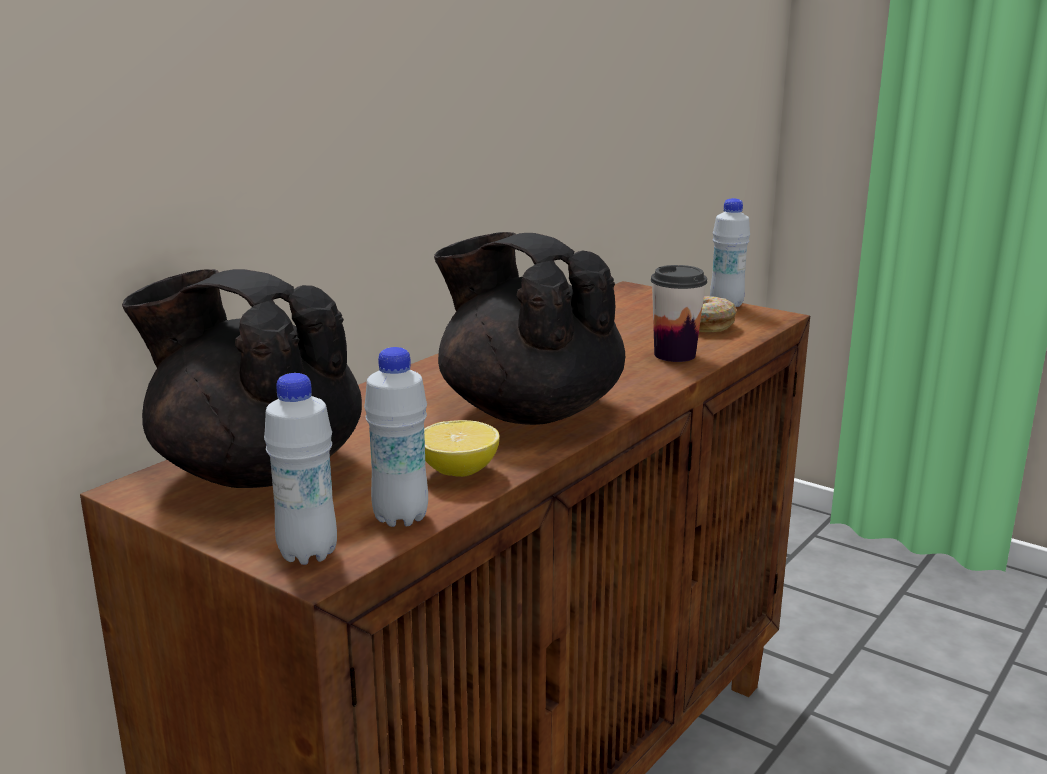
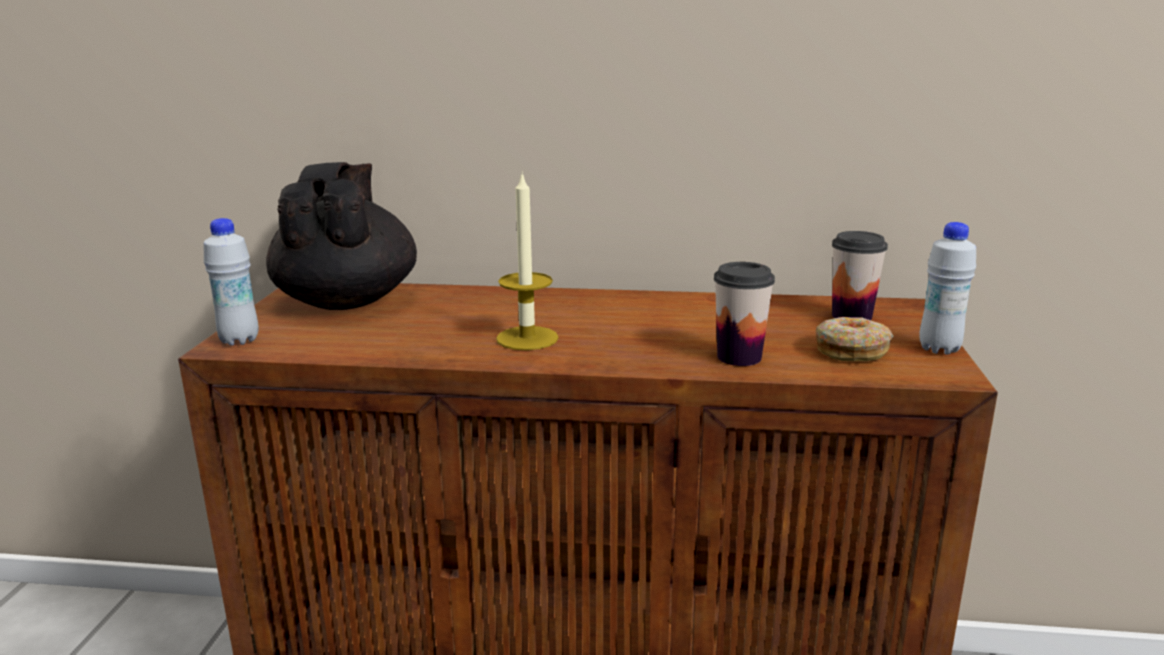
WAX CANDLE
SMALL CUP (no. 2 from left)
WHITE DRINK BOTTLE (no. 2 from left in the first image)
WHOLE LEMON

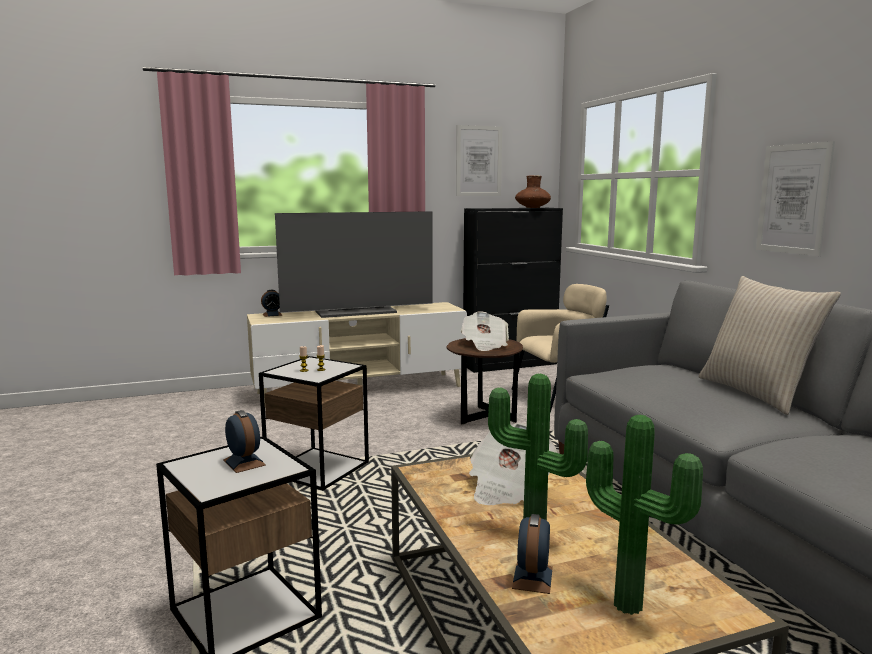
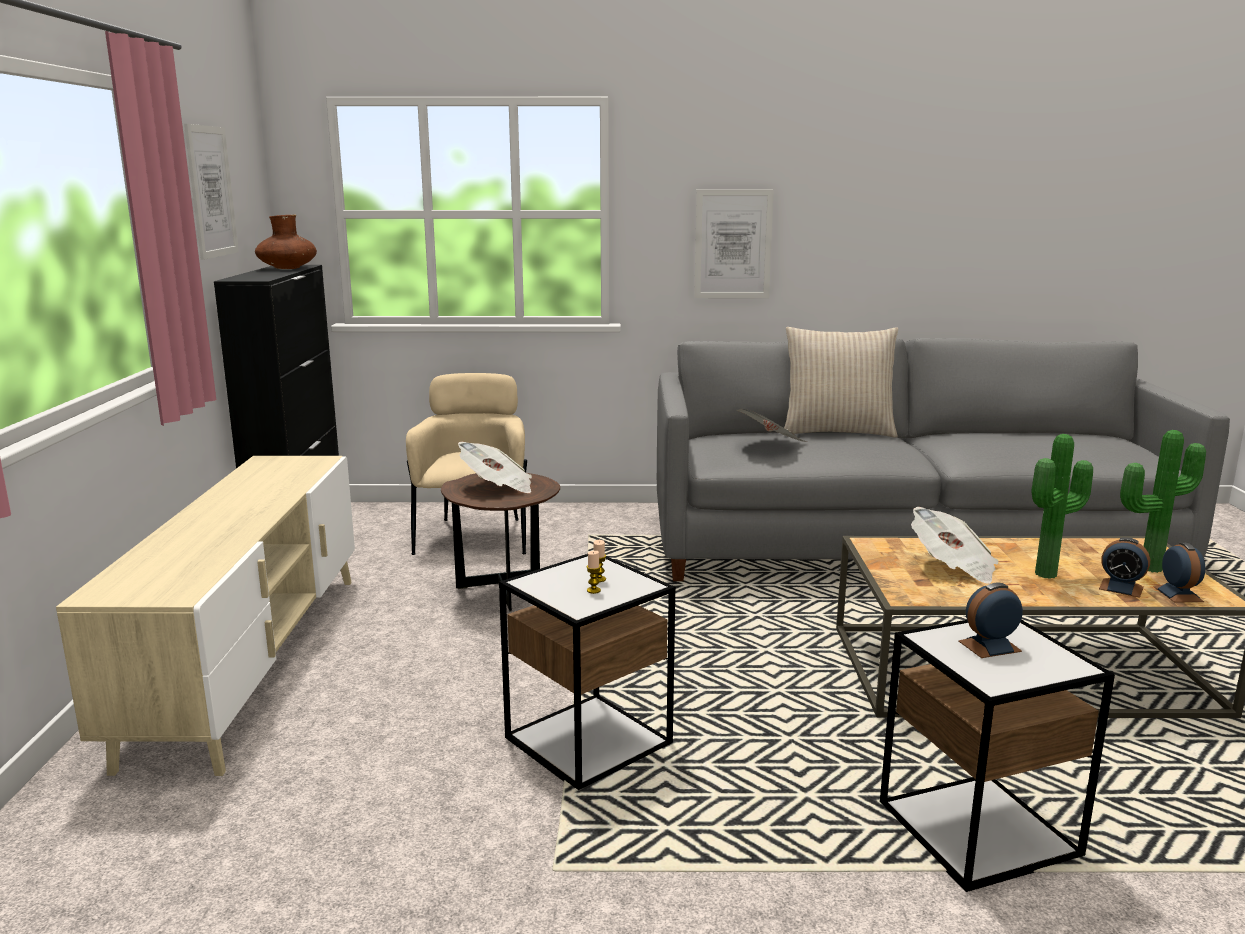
NEWSPAPER (no. 2 from left)
TABLE CLOCK (no. 3 from left)
TV SET

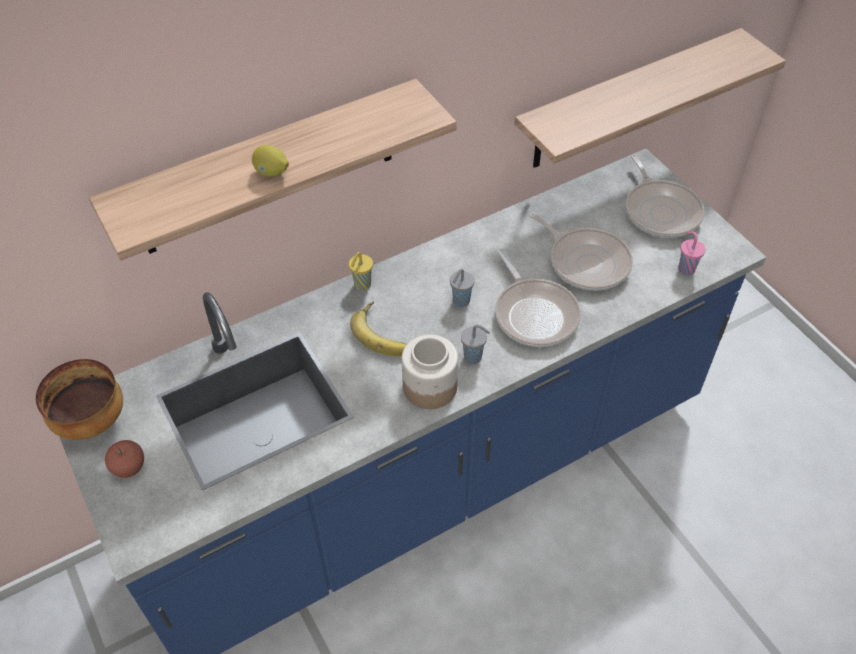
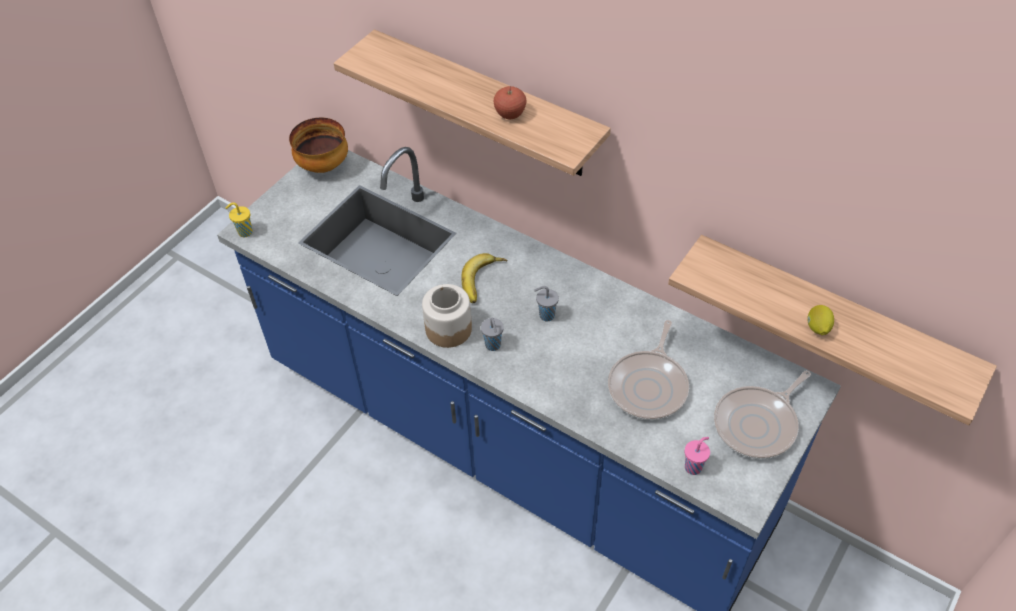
YELLOWISH SMALL CUP
WHOLE APPLE
WHOLE LEMON
PAN (no. 1 from left in the first image)

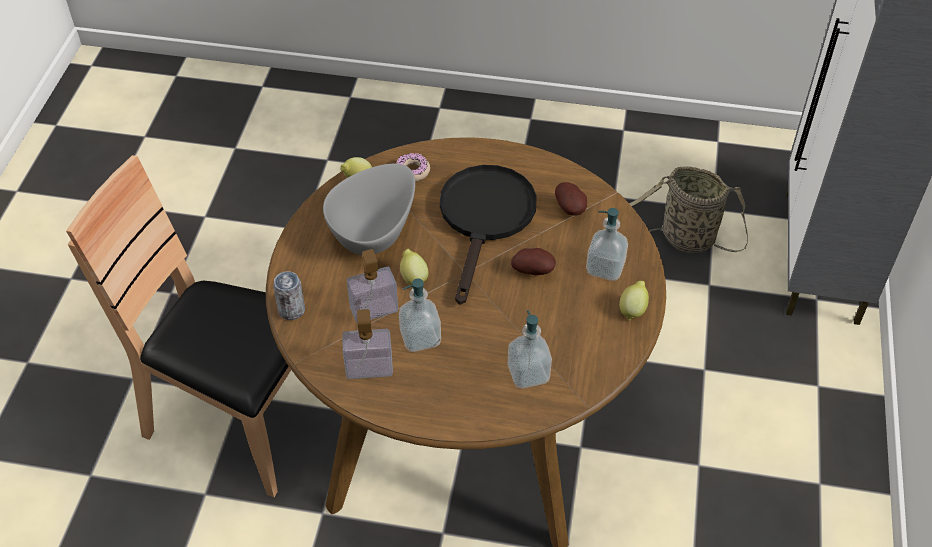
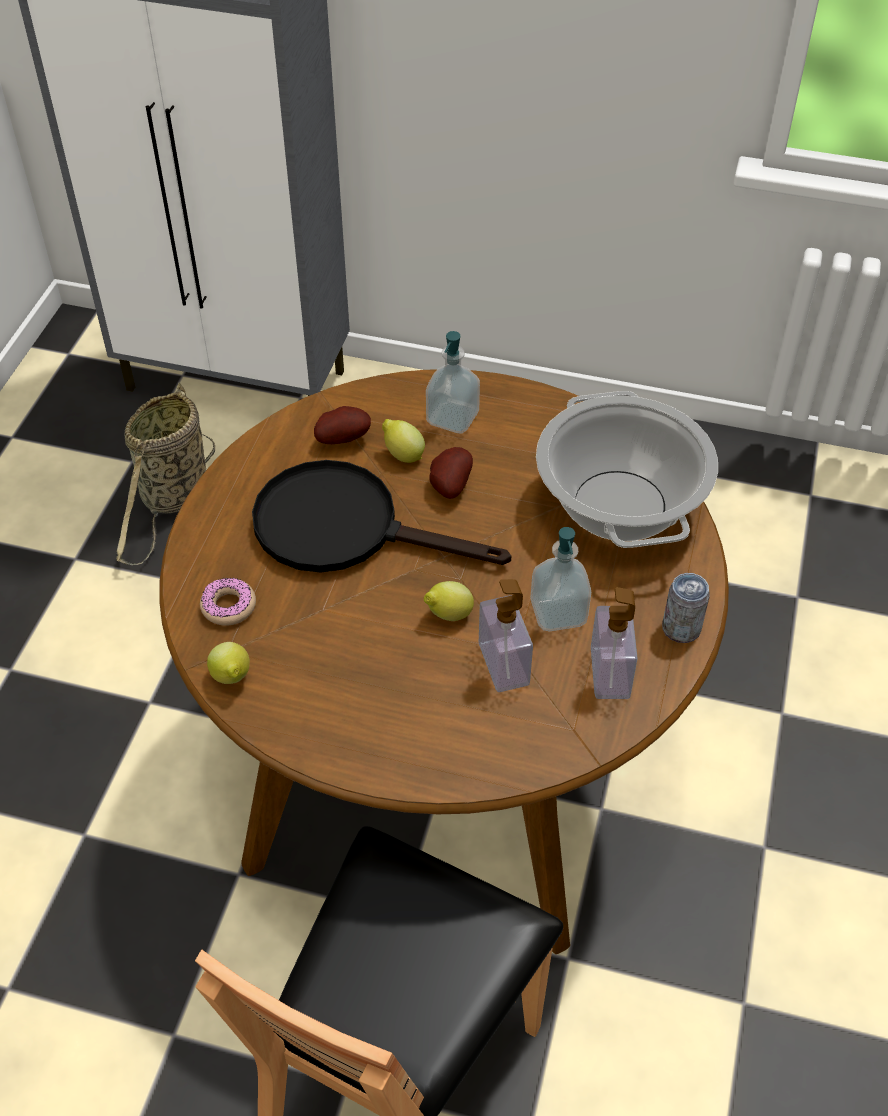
WHOLE LEMON (no. 2 from left)
COOKING POT
METAL CAN
GRAY DEEP DISH

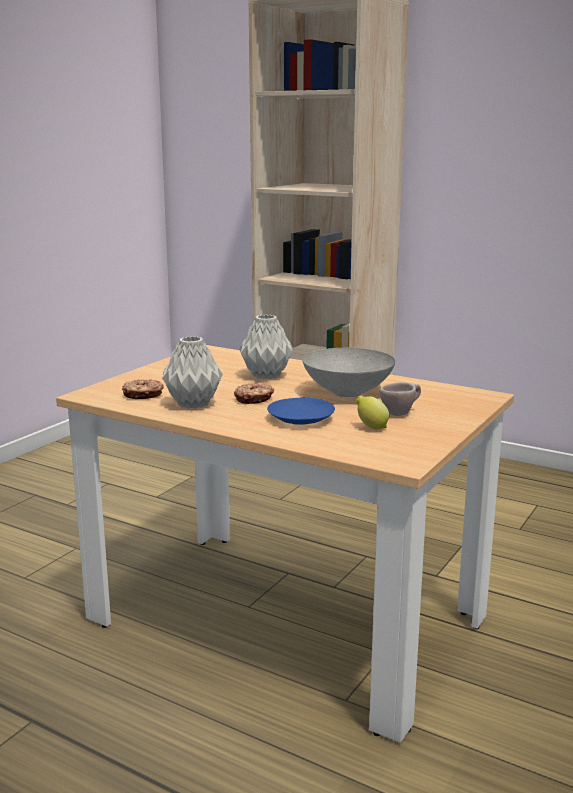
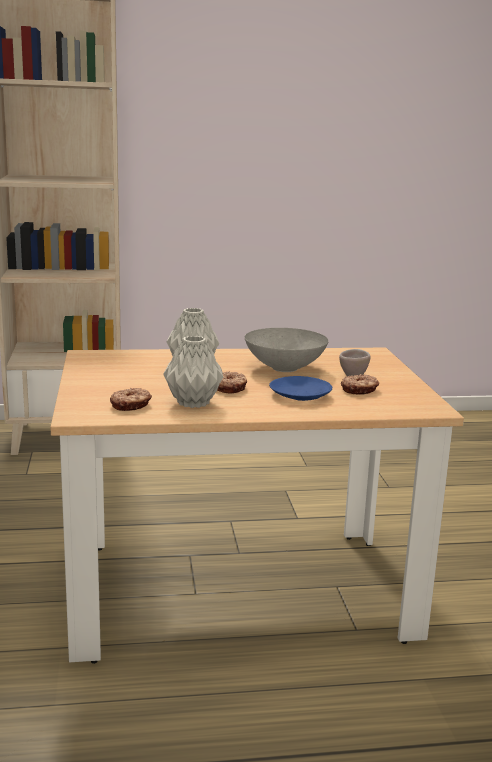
RING DOUGHNUT (no. 3 from left)

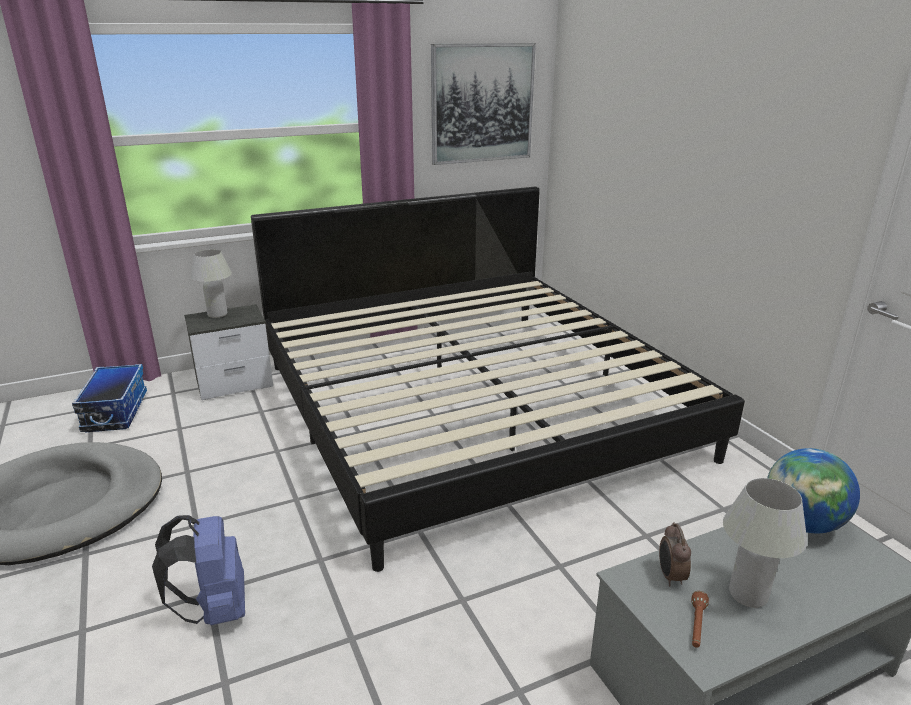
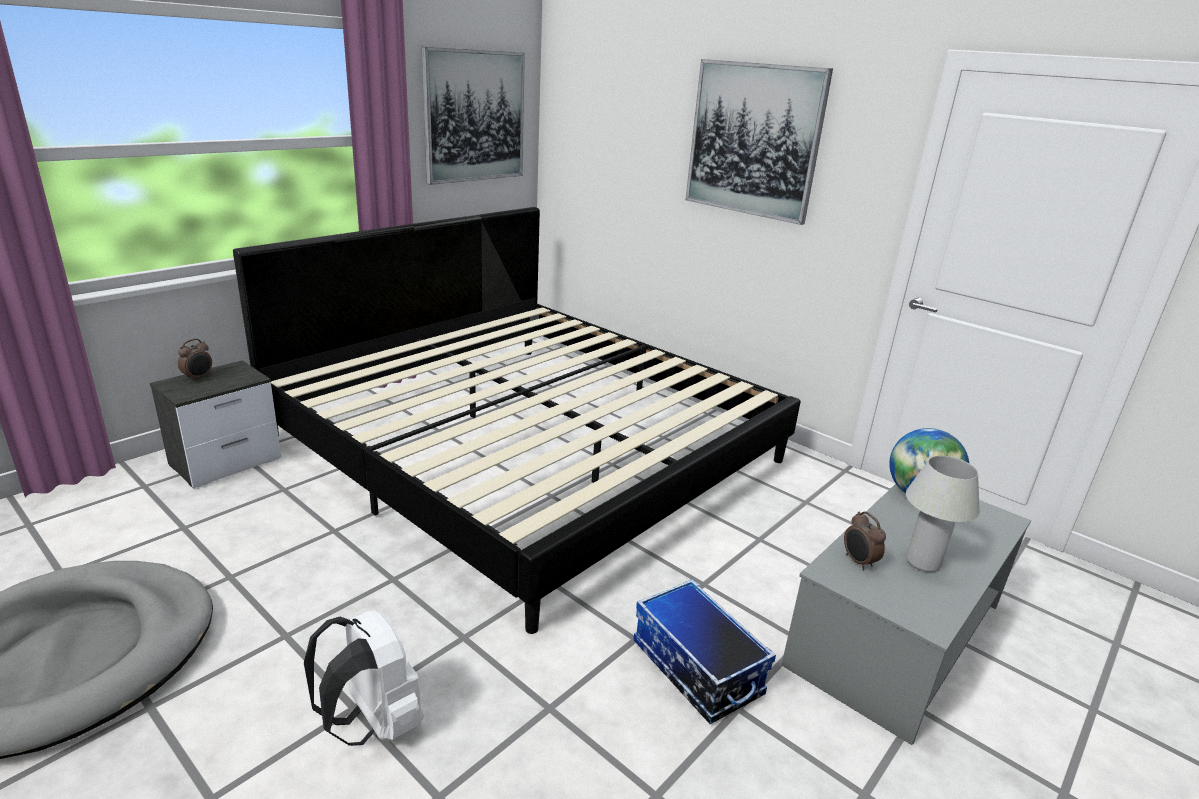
TABLE CLOCK (no. 1 from left)
WHITE BACKPACK
STORAGE CONTAINER
WALL PICTURE (no. 2 from left)
BROWNISH HAND TORCH

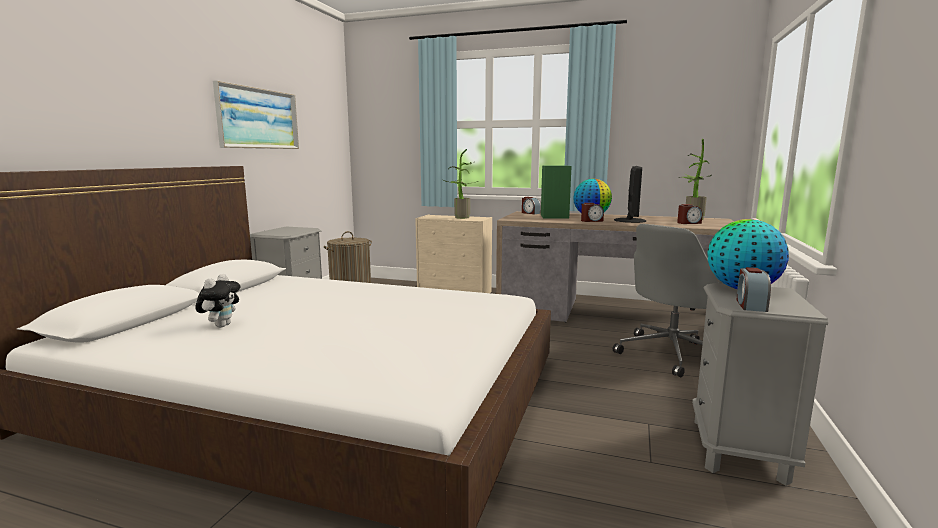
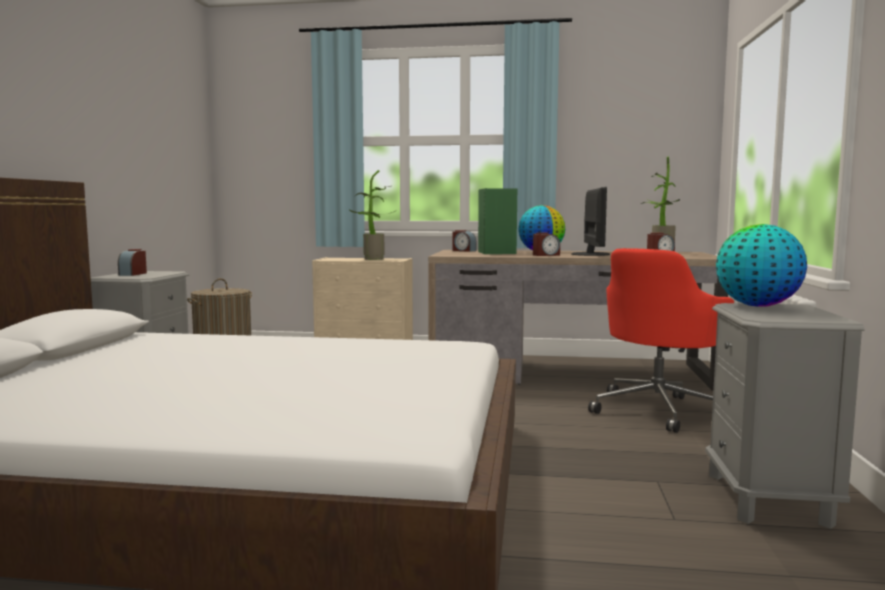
TABLE CLOCK (no. 1 from left)
RED-COLOURED COMPUTER CHAIR
SOFT TOY
WALL PICTURE

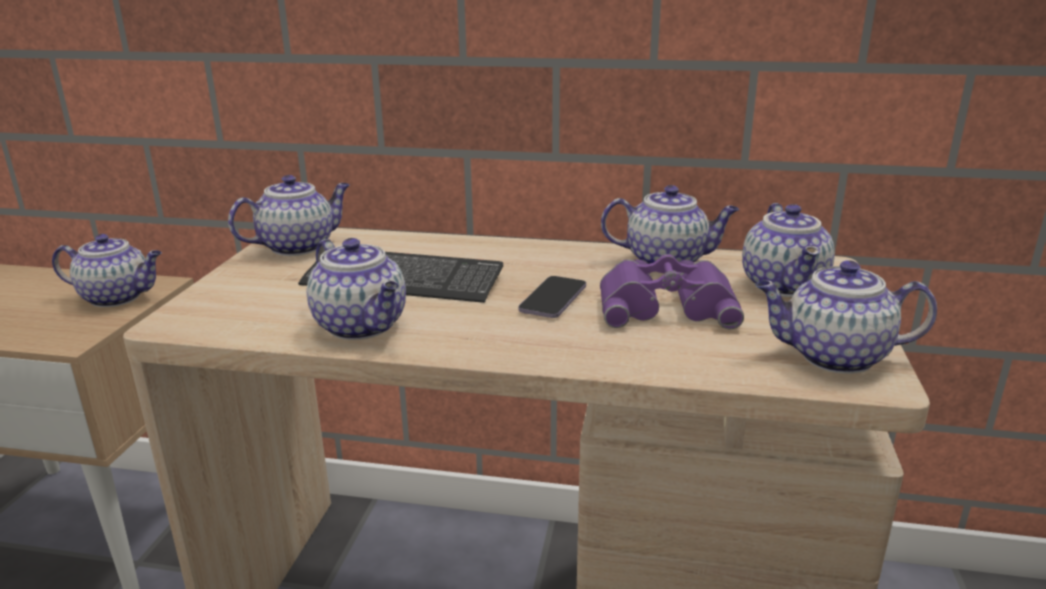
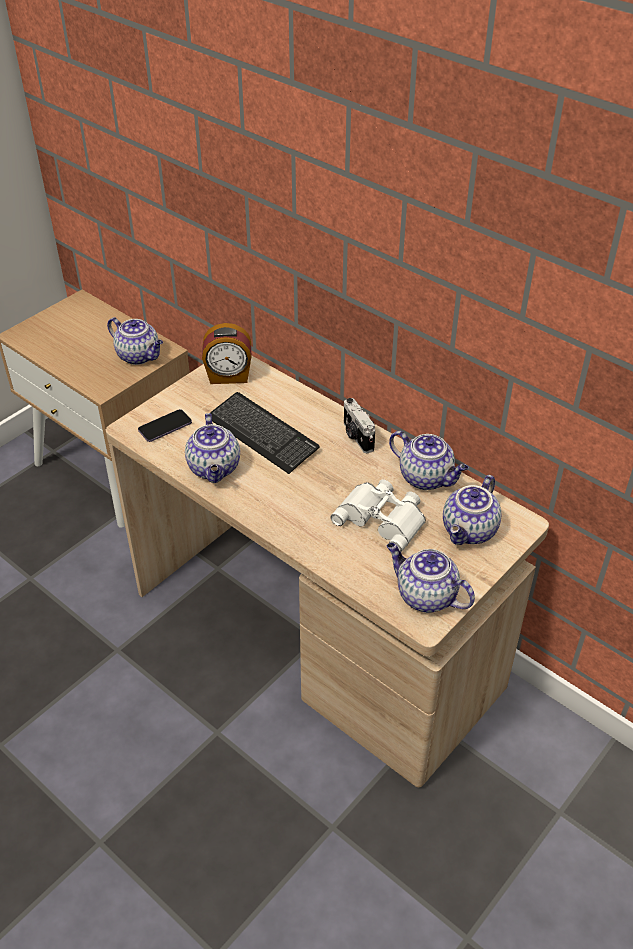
HANDSET
TABLE CLOCK
WHITE BINOCULARS
STILL CAMERA

